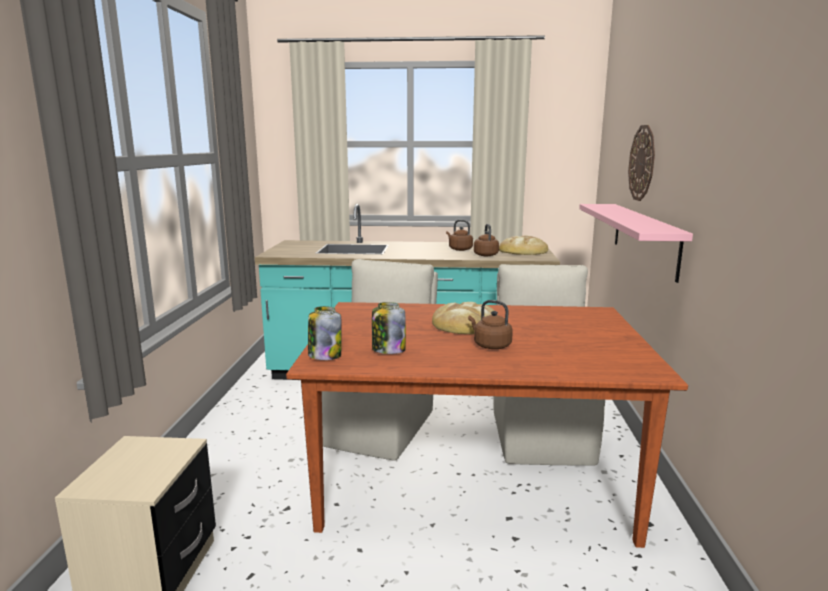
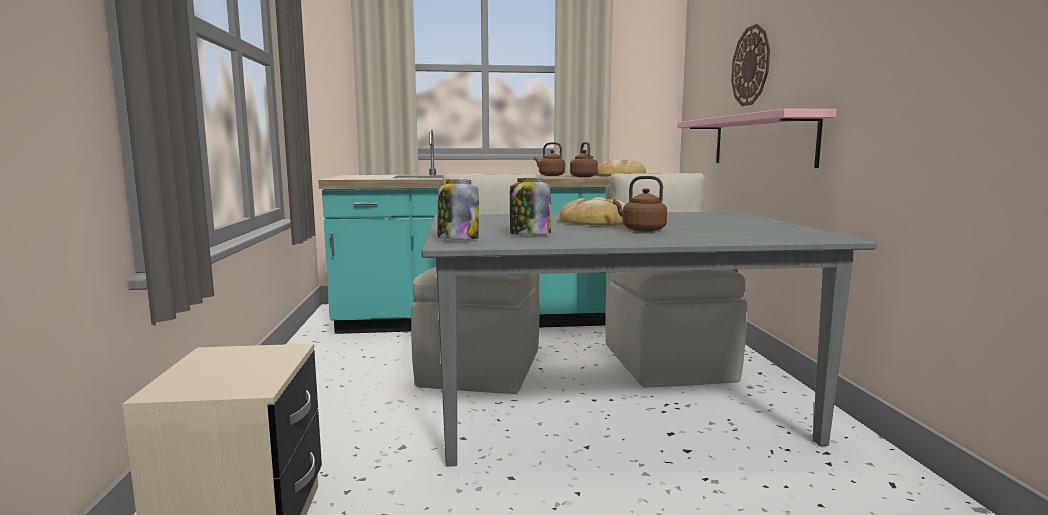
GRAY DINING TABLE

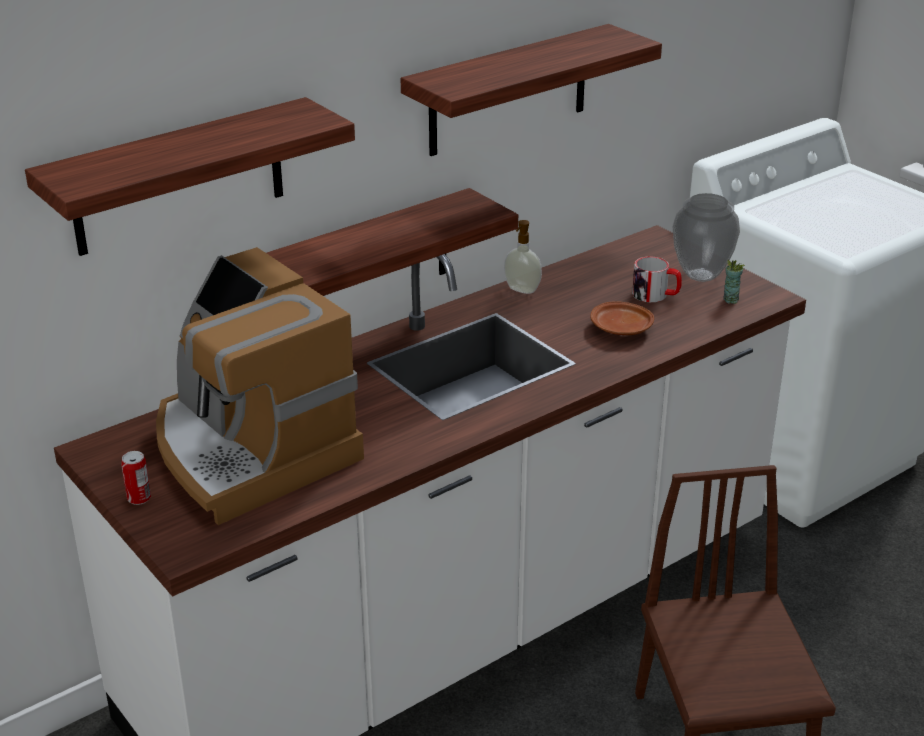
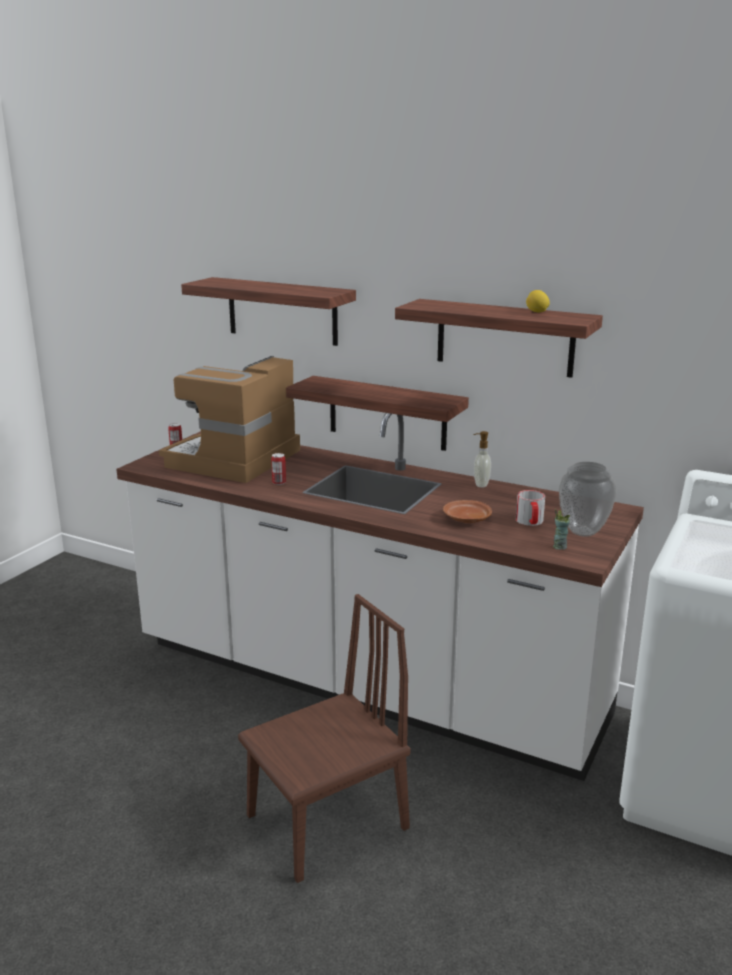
METAL CAN (no. 2 from left)
WHOLE LEMON

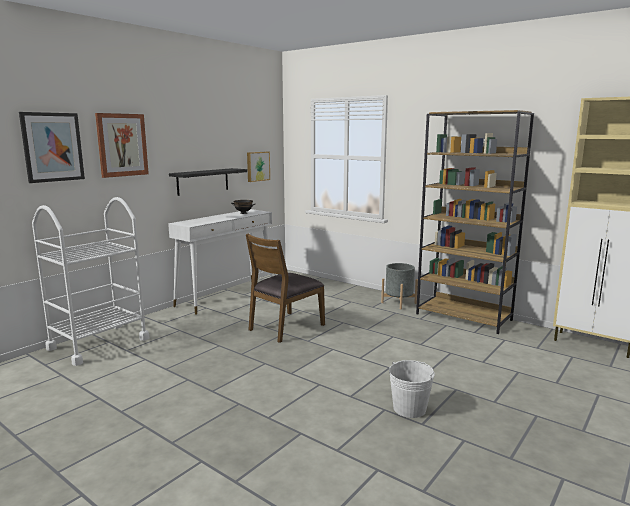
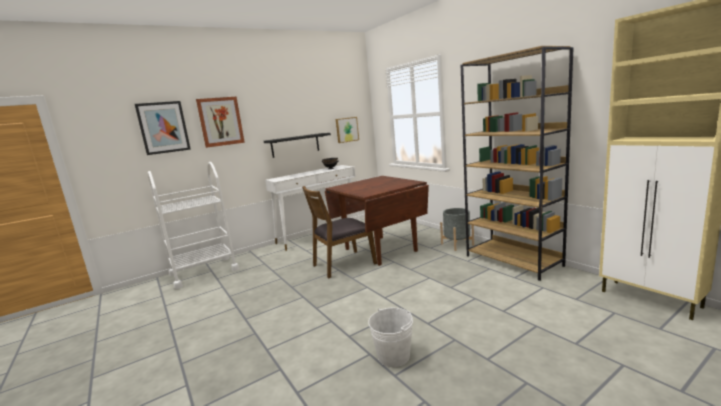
BROWNISH DINING TABLE

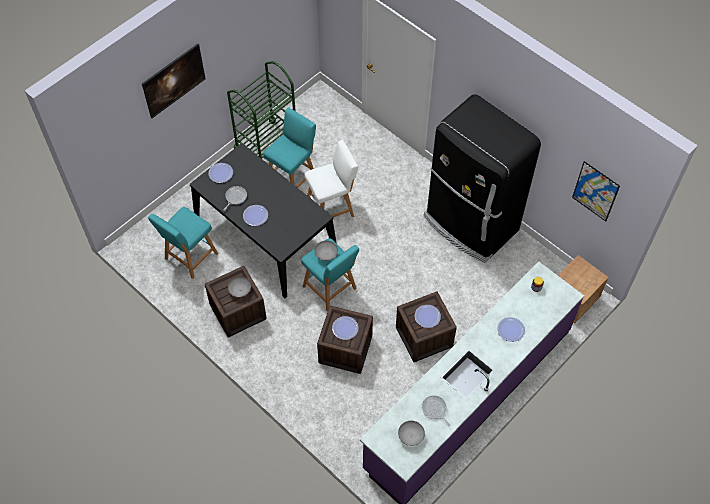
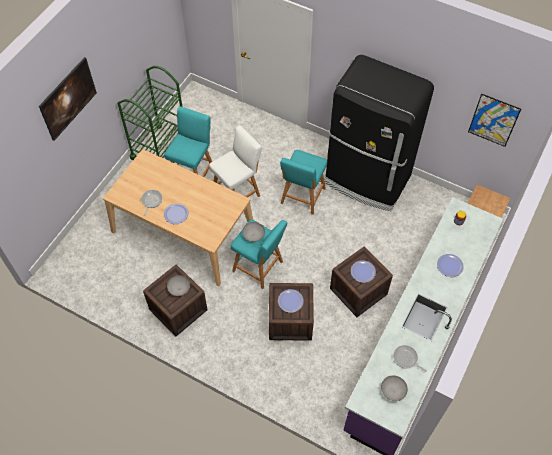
BEIGE-COLOURED DINING TABLE
TURQUOISE SITTING STOOL (no. 3 from left)
FLAT DISH (no. 1 from left in the first image)

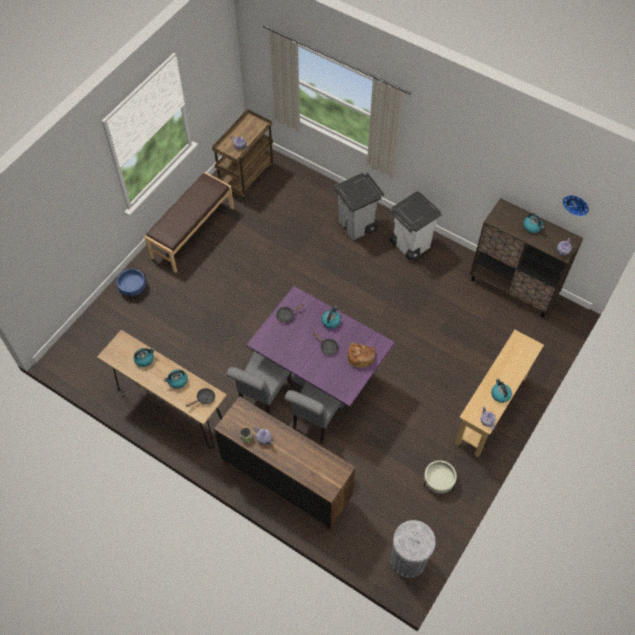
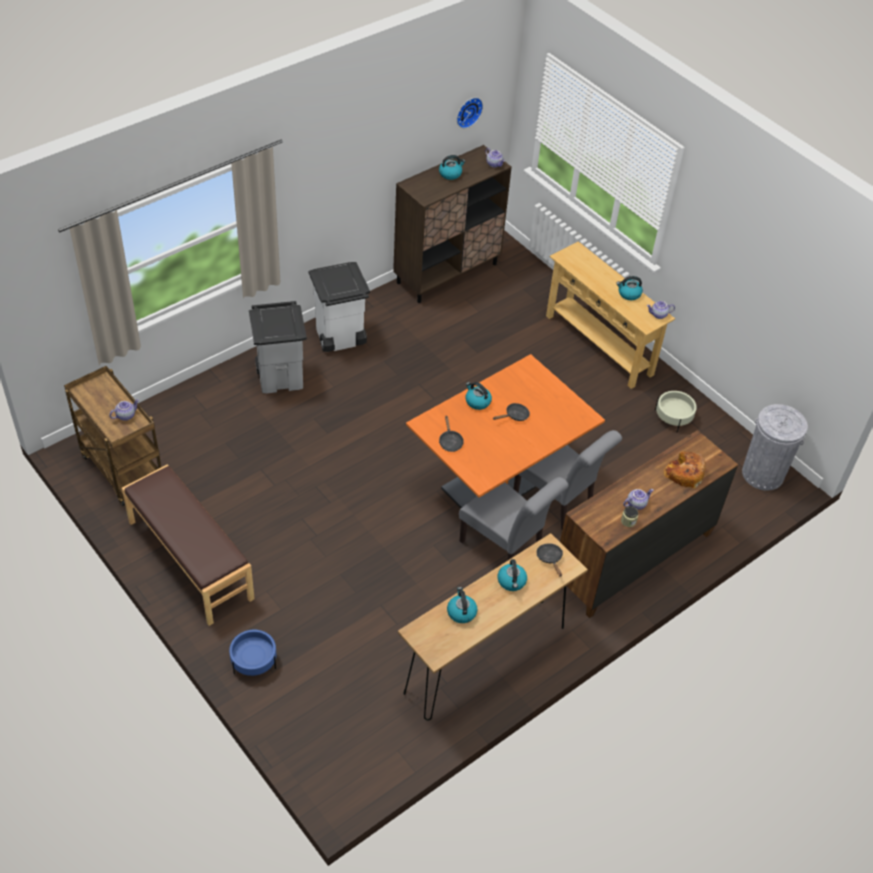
ORANGE-COLOURED DINING TABLE
BAKERY BREAD

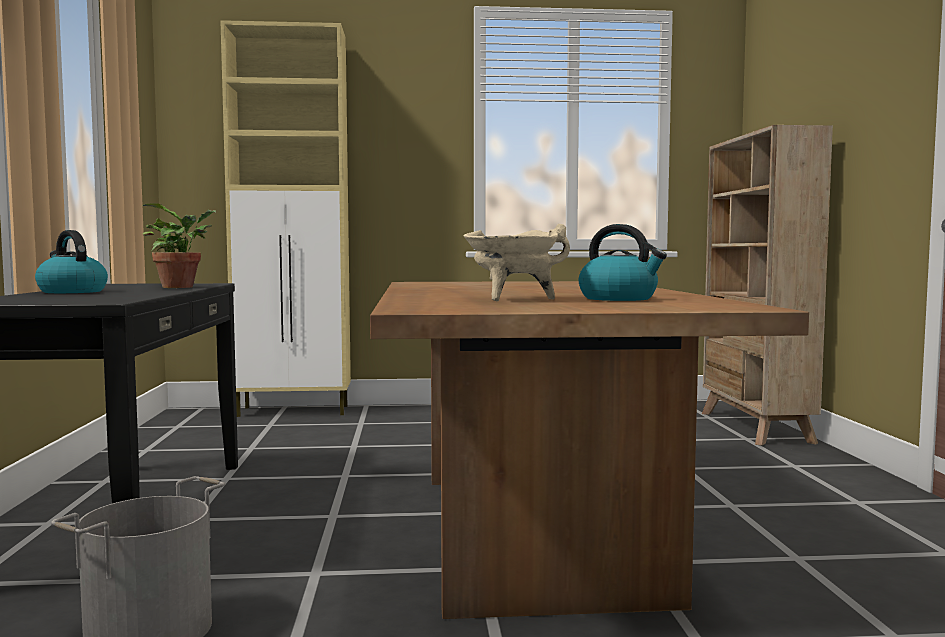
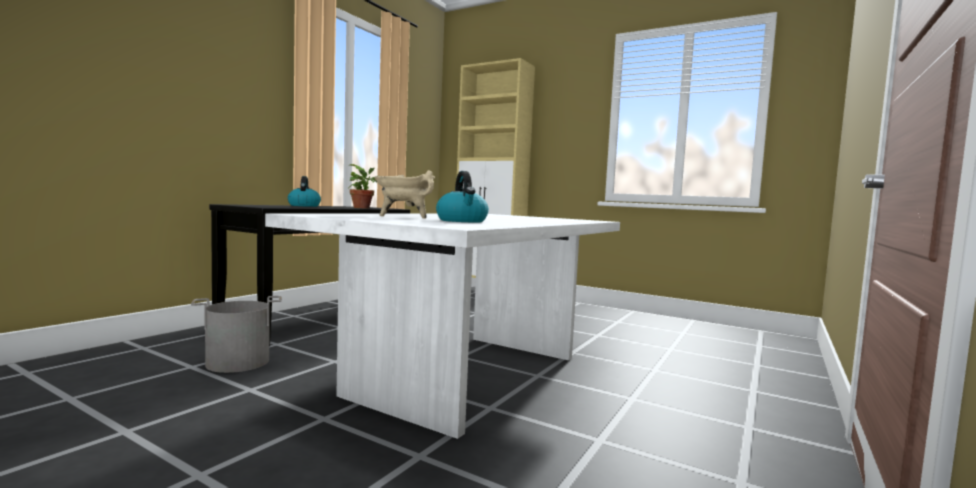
WHITE DINING TABLE
BEIGE-COLOURED BOOKSHELF

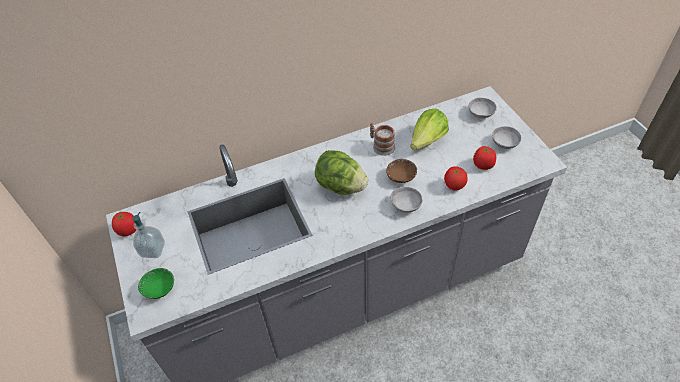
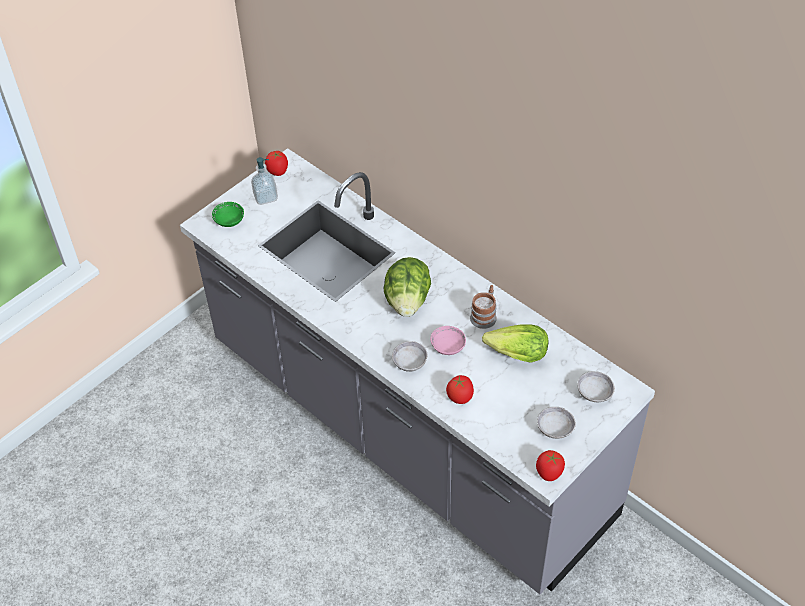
PINK-COLOURED DEEP DISH
WHOLE TOMATO (no. 3 from left)

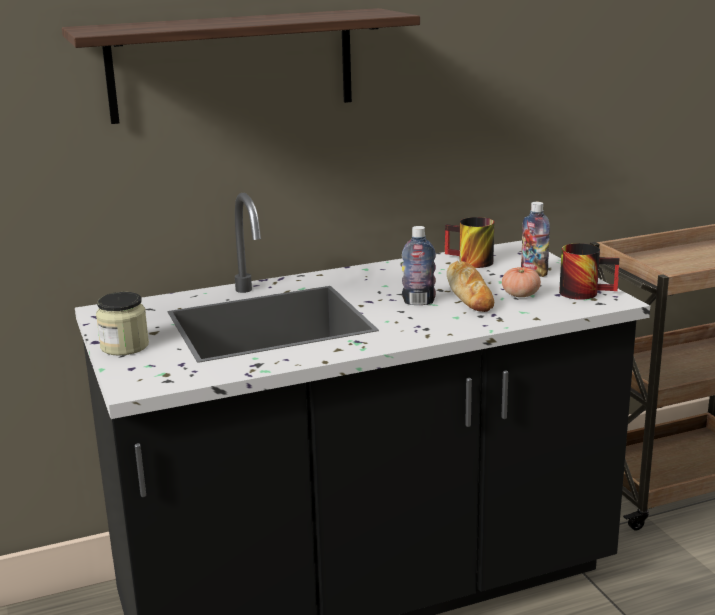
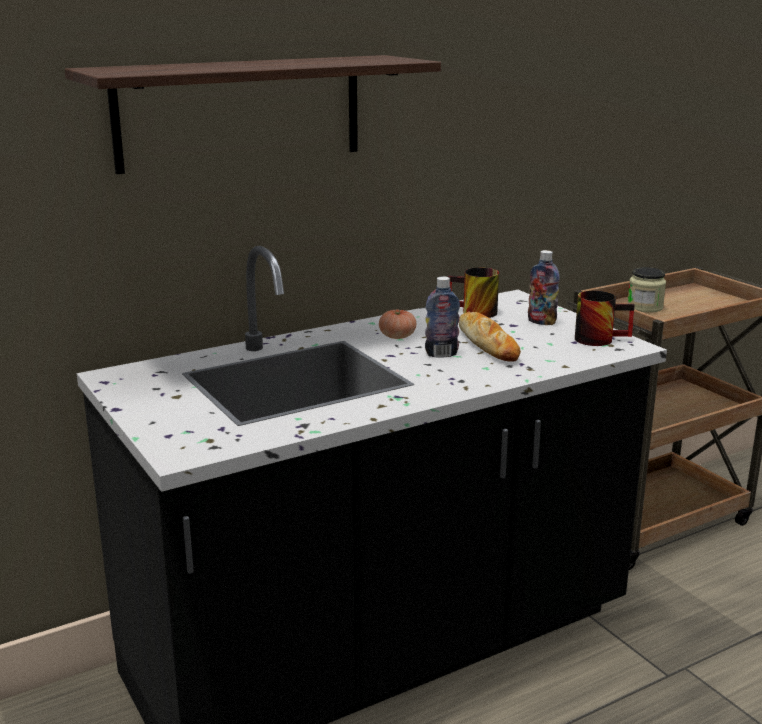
WHOLE TOMATO
PRESERVE JAR

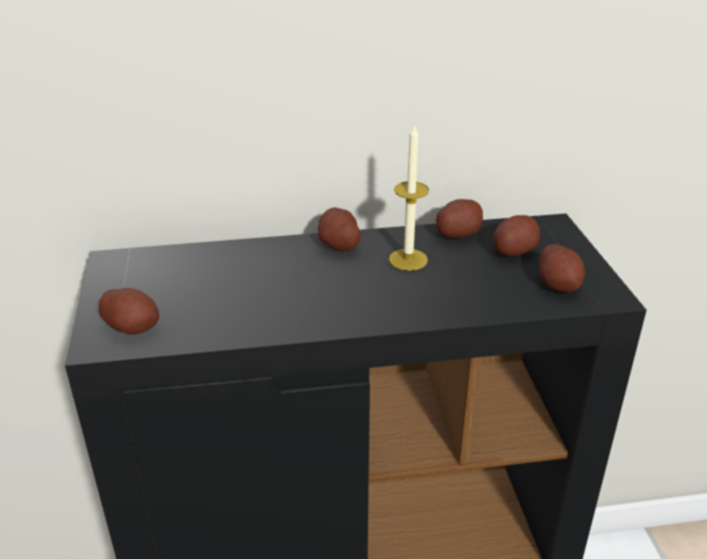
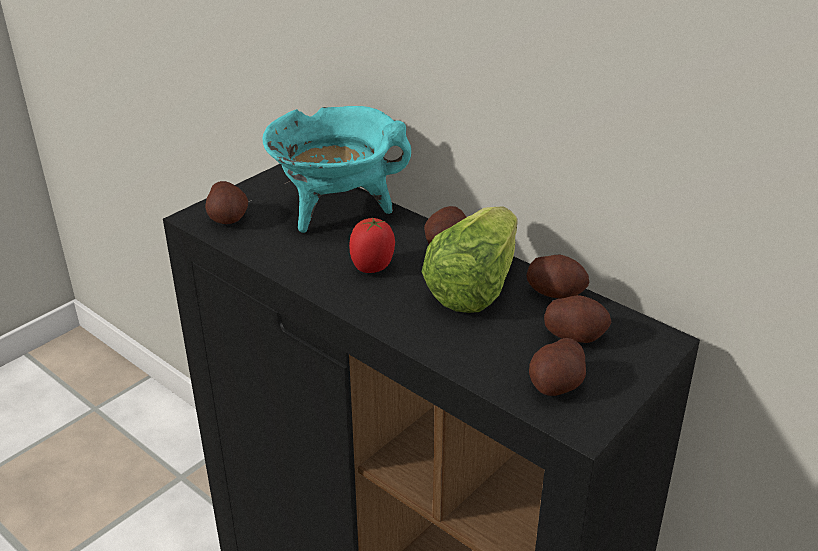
TURQUOISE COOKING POT
WHOLE TOMATO
LETTUCE

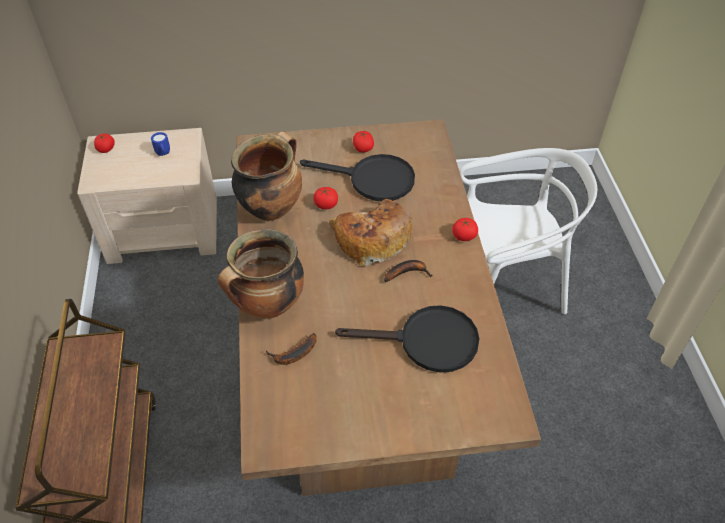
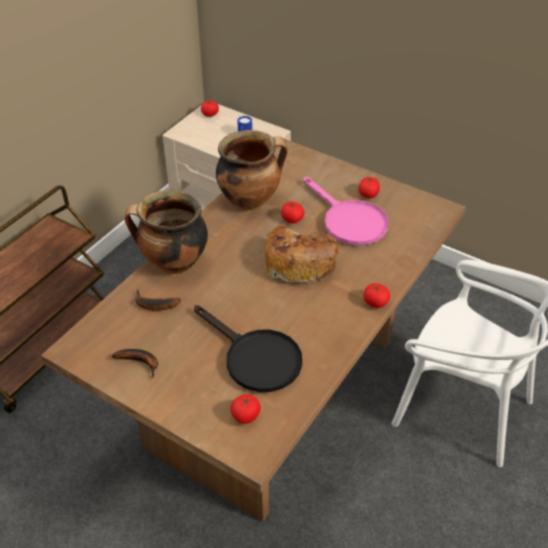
BANANA FRUIT (no. 1 from left)
WHOLE TOMATO (no. 2 from left)
PINK-COLOURED PAN

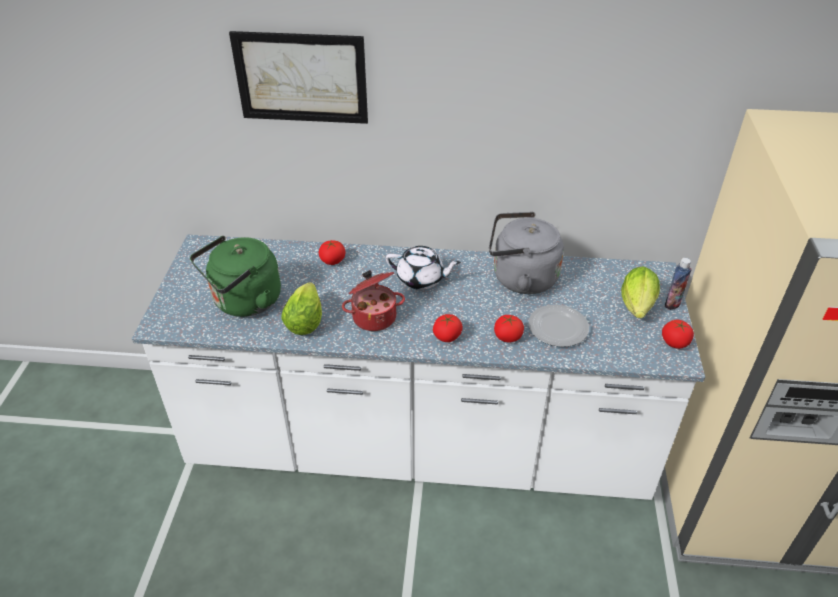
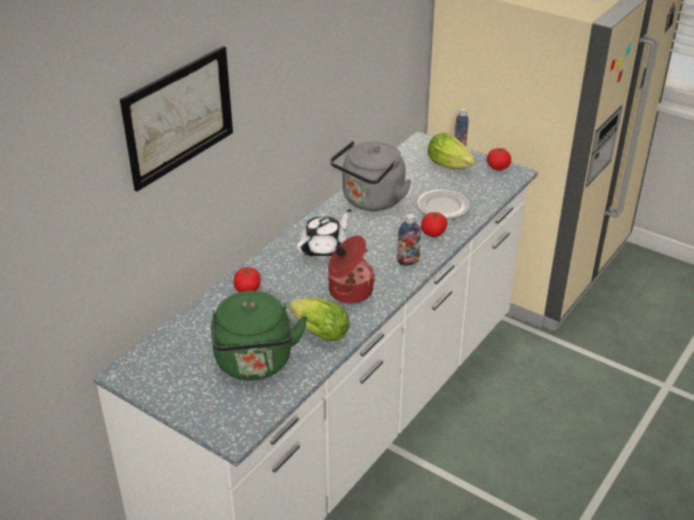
DRINK BOTTLE (no. 1 from left)

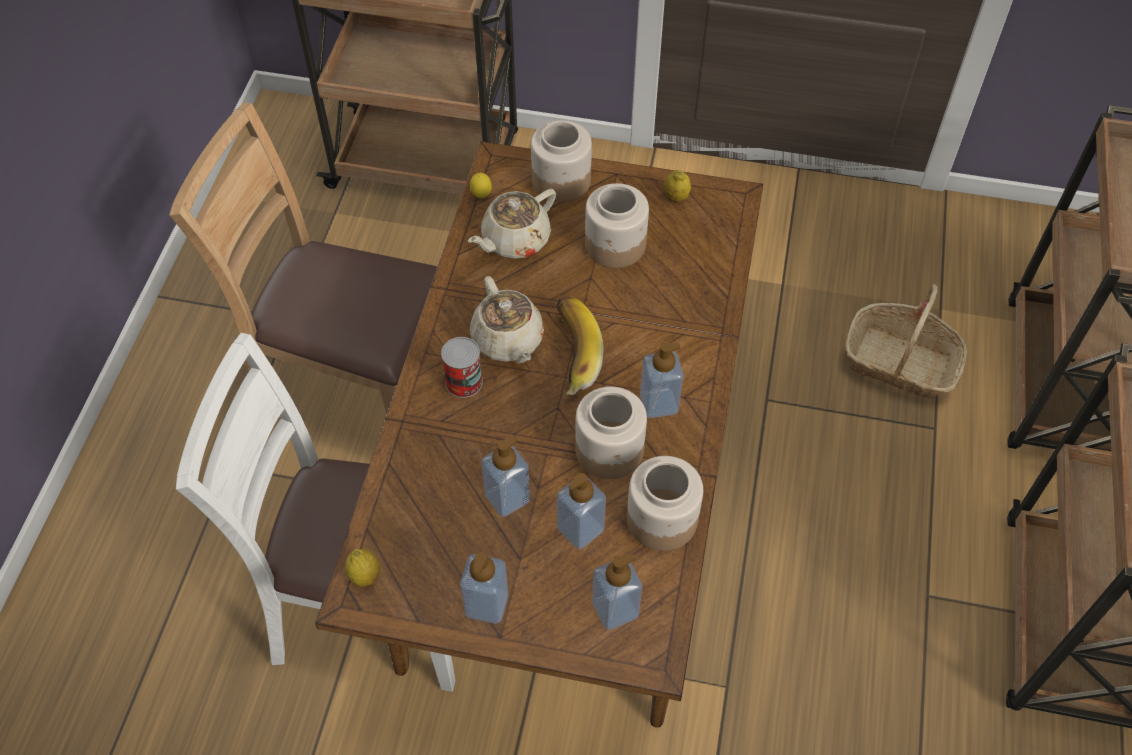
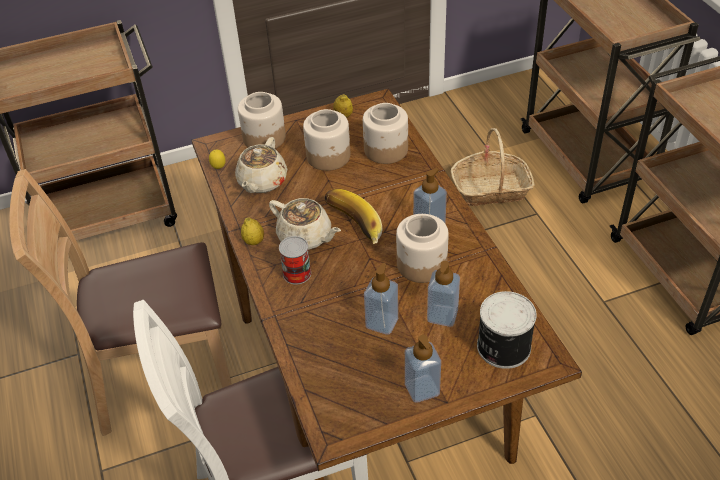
WHOLE LEMON (no. 2 from left)
PRESERVE JAR (no. 3 from left)
METAL CAN (no. 2 from left)

